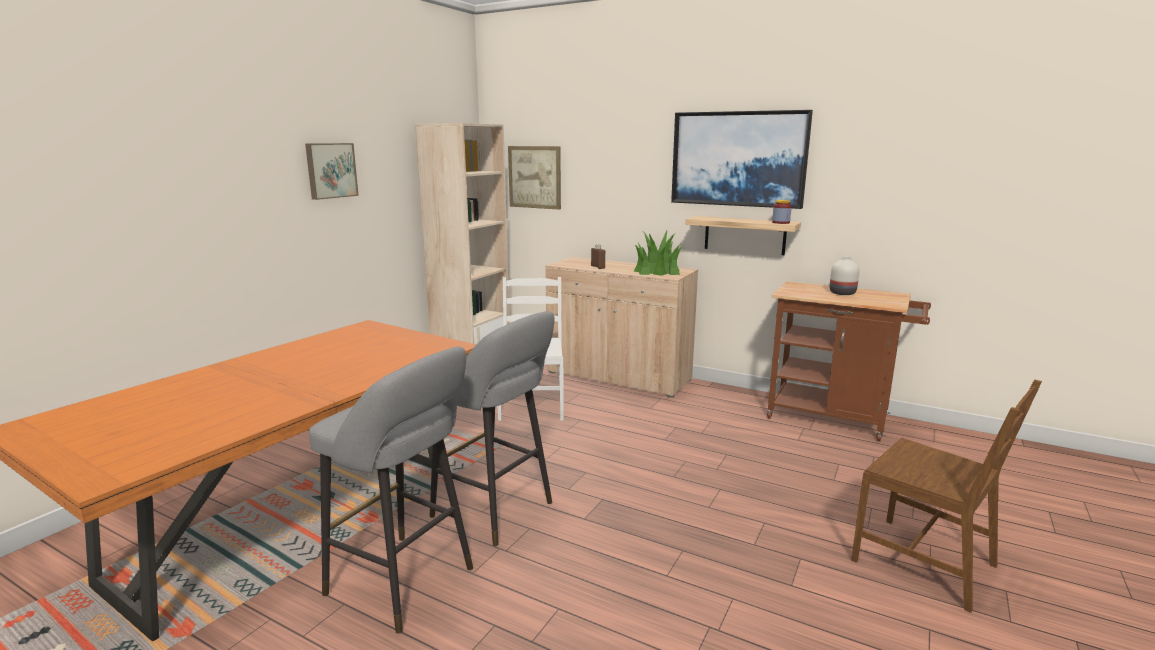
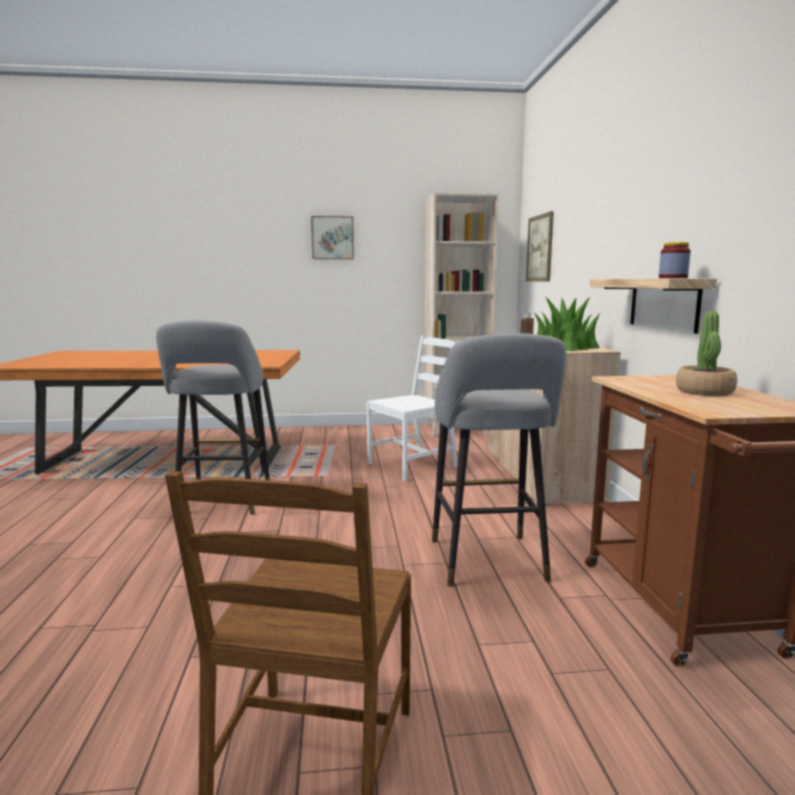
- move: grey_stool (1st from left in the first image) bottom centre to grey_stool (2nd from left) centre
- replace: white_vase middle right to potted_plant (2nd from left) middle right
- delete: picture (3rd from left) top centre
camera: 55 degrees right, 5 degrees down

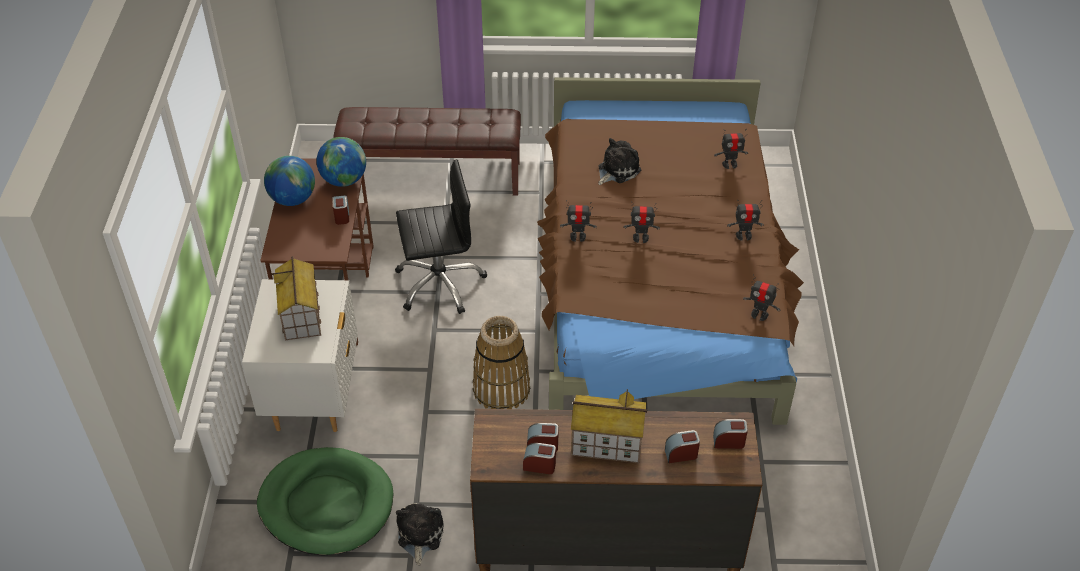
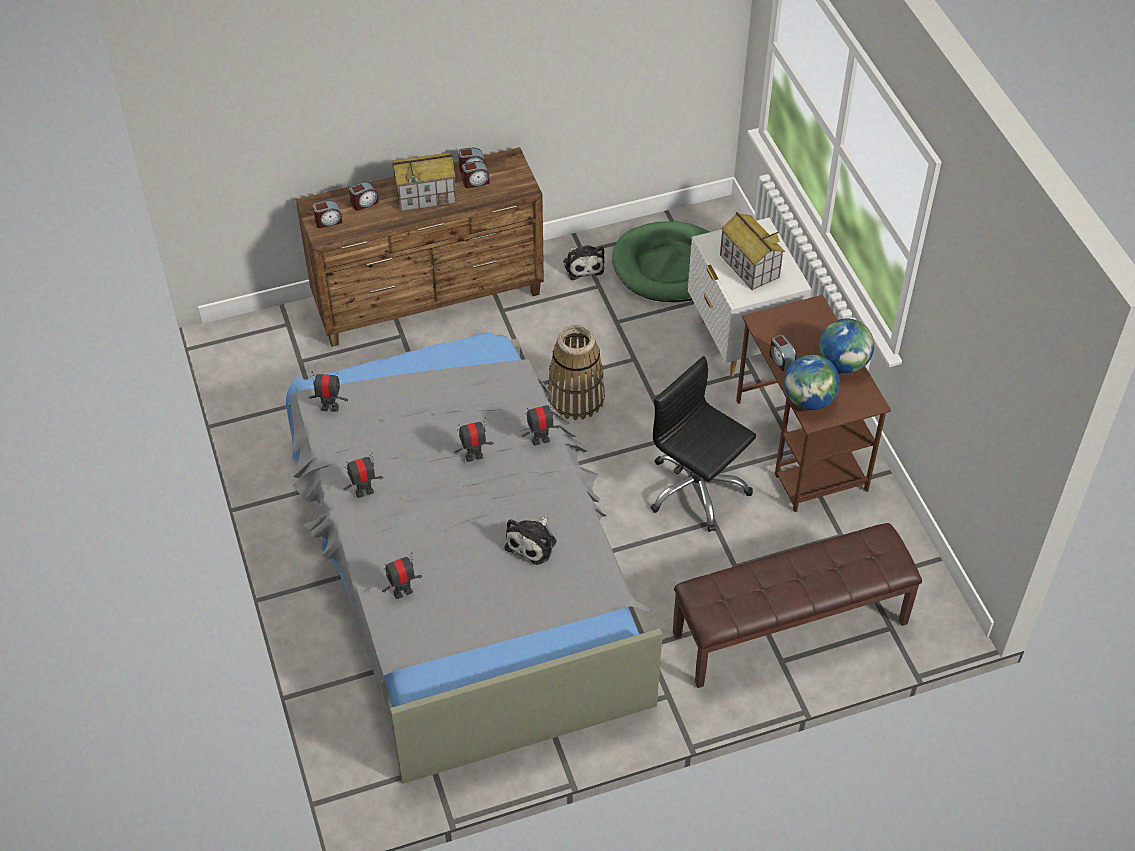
- recolor: brown_bed centre to grey_bed centre
- rotate: black_office_chair centre = centre 75 degrees clockwise
camera: 160 degrees right, 5 degrees up

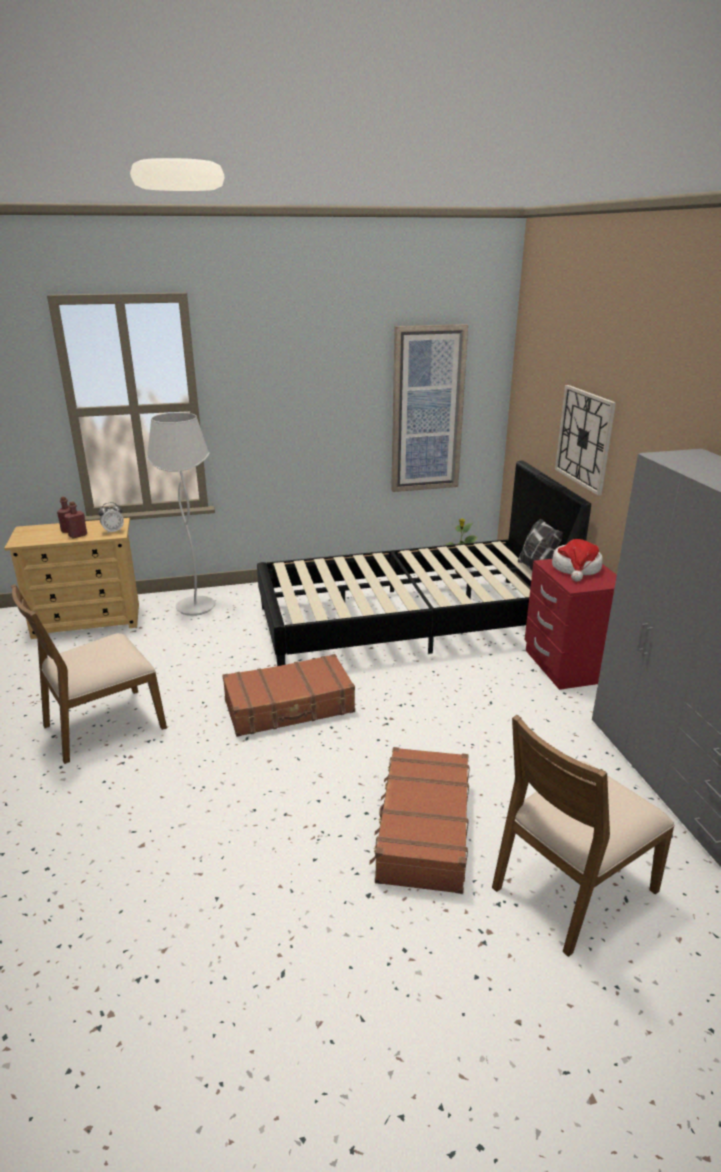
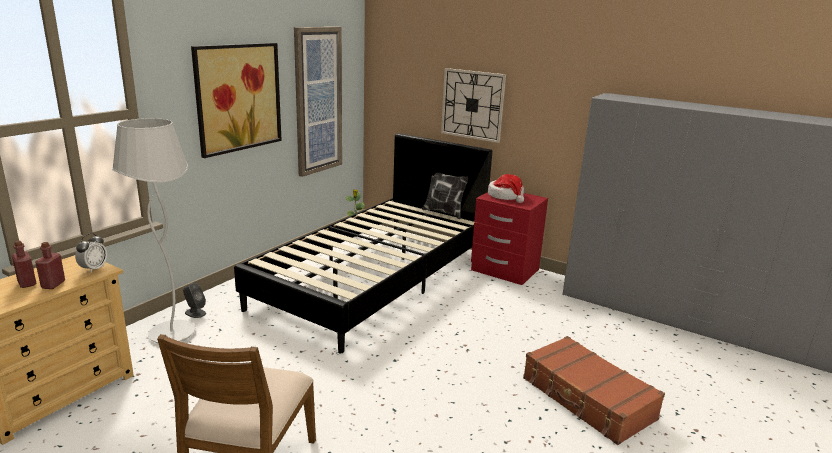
- insert: grey_speaker middle left
- insert: picture (1st from left) top left
- delete: brown_suitcase (1st from left) centre
- delete: brown_chair (2nd from left) bottom right
camera: 45 degrees left, 5 degrees down

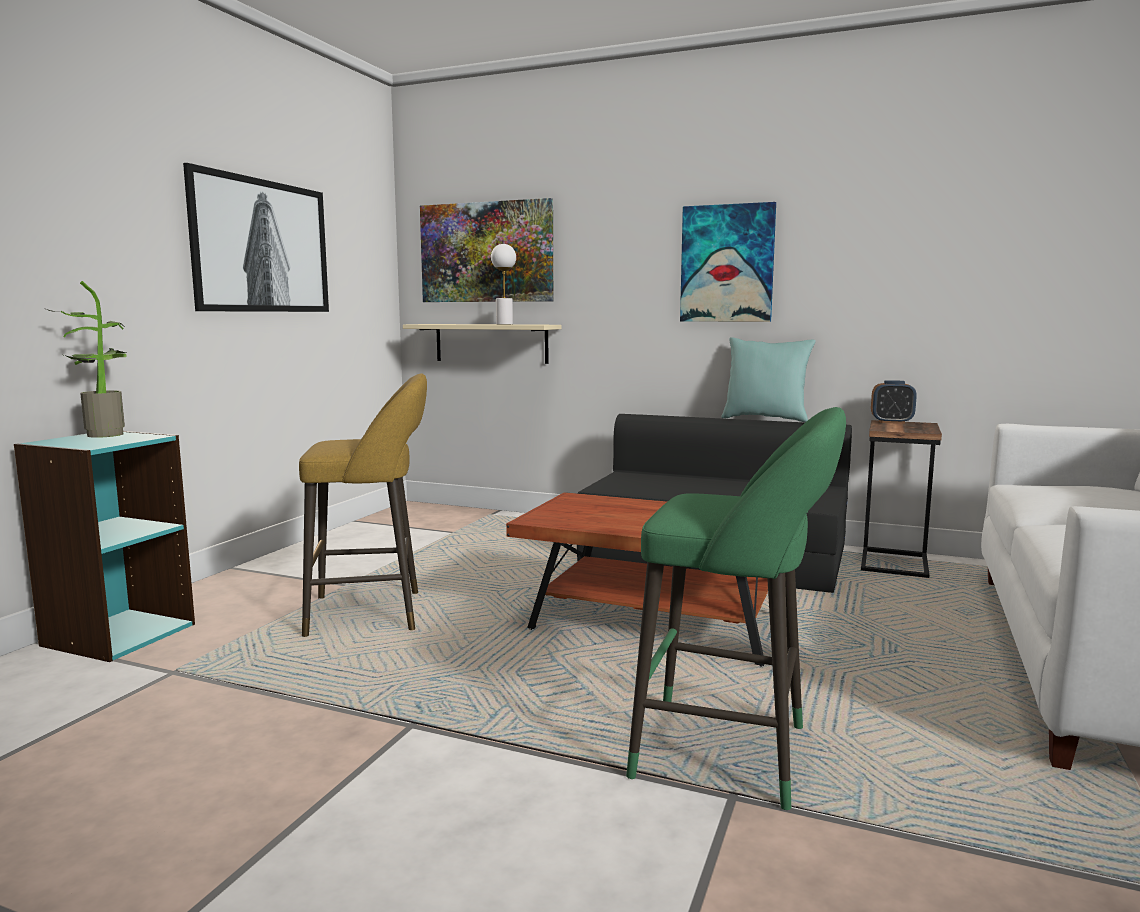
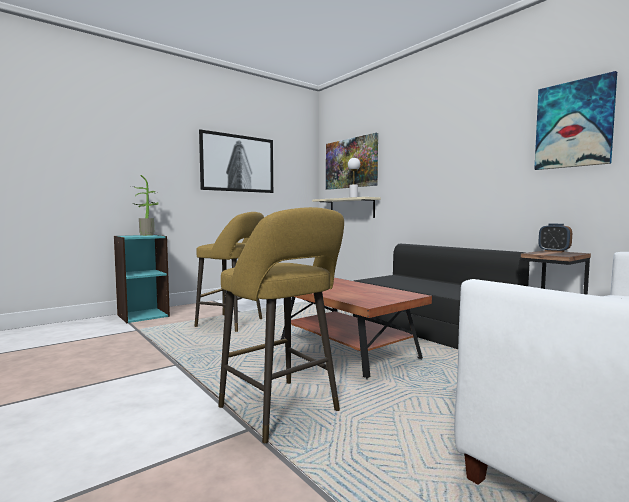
- recolor: green_stool bottom centre to yellow_stool (2nd from left) centre
- move: picture (3rd from left) top centre to top right
- delete: turquoise_pillow middle right
camera: 30 degrees right, 5 degrees down

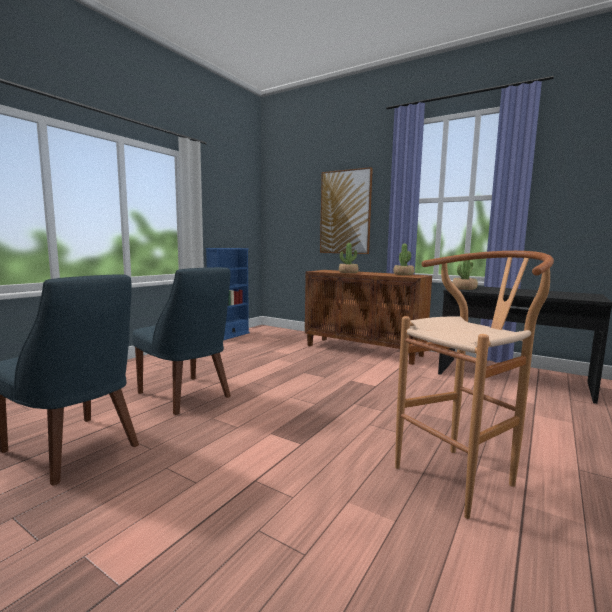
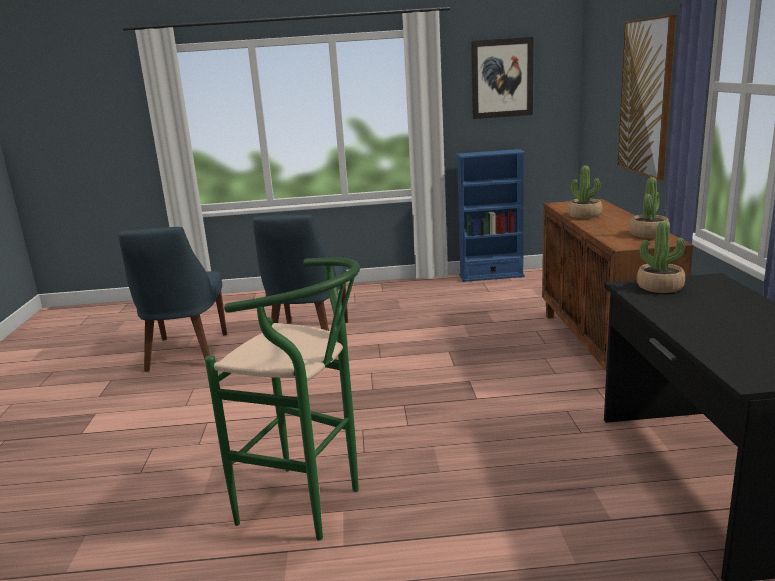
- recolor: brown_stool middle right to green_stool bottom centre
- insert: picture (1st from left) top centre
camera: 55 degrees right, 10 degrees up

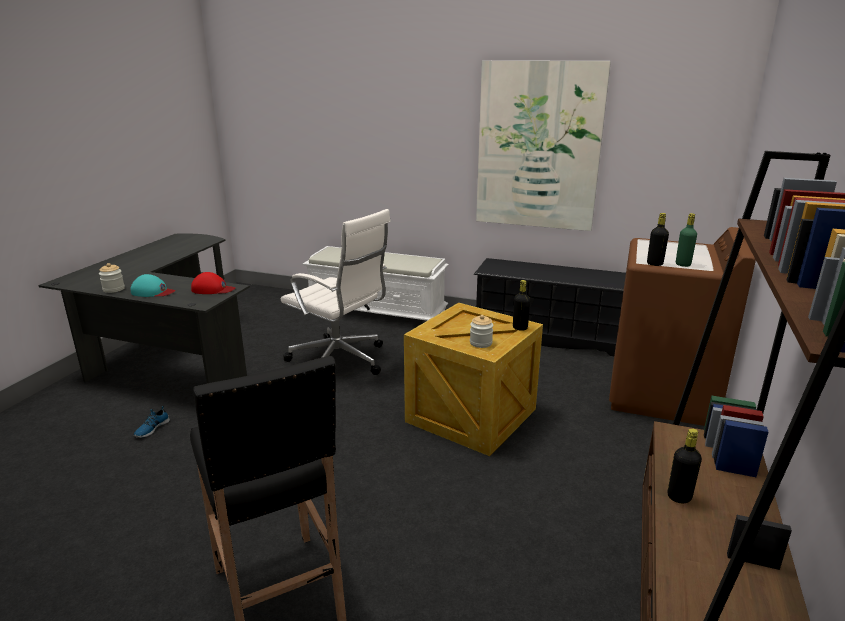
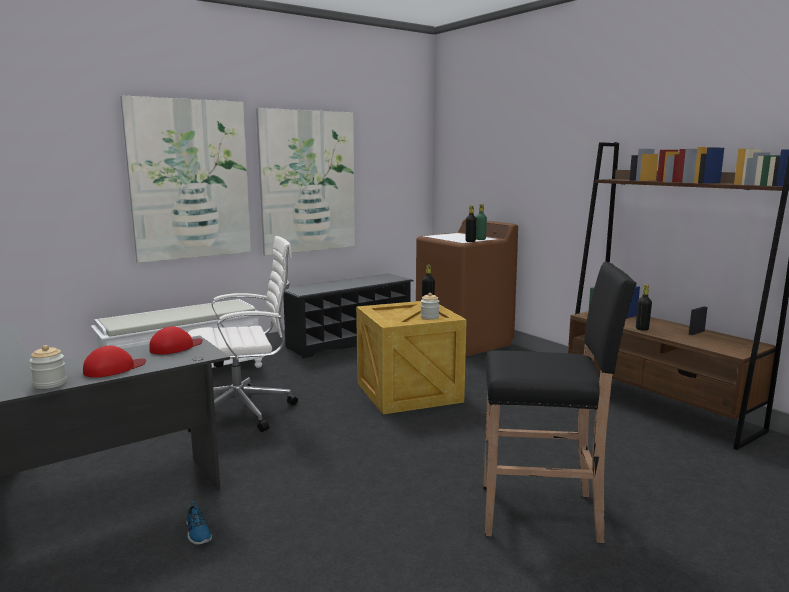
- recolor: turquoise_cap middle left to red_cap (1st from left) middle left
- insert: picture (1st from left) top left
camera: 55 degrees left, 10 degrees down

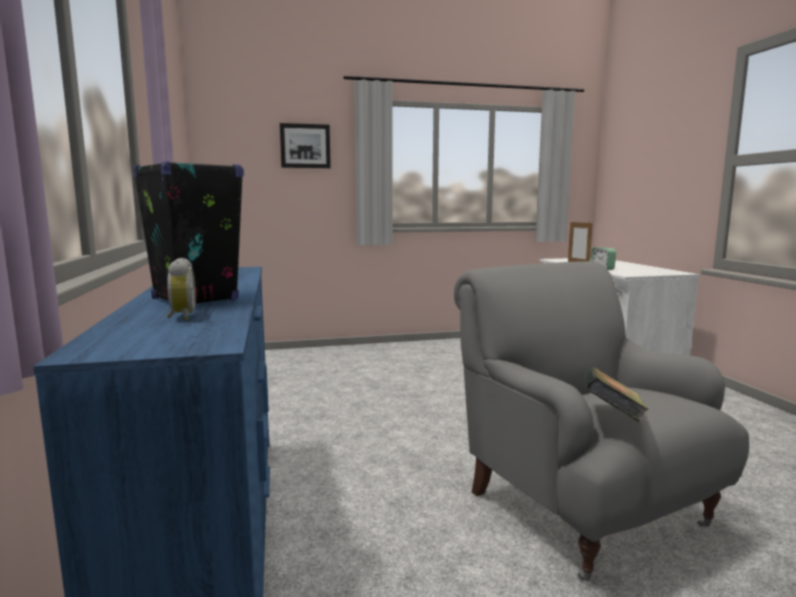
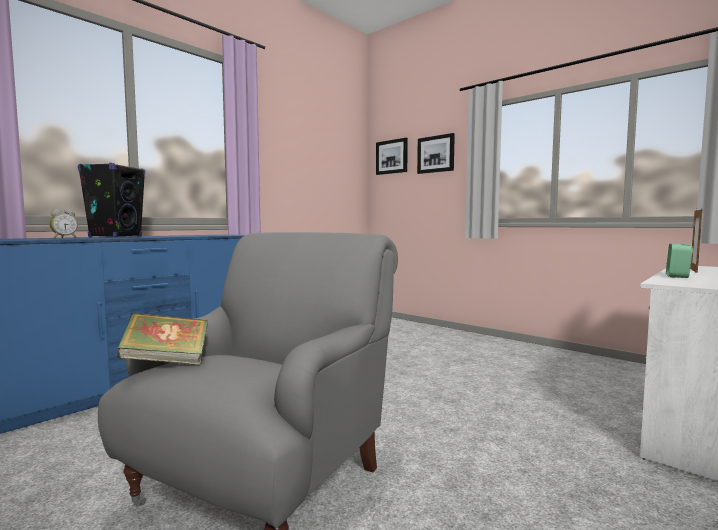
- insert: picture (1st from left) top centre
camera: 55 degrees right, 5 degrees down

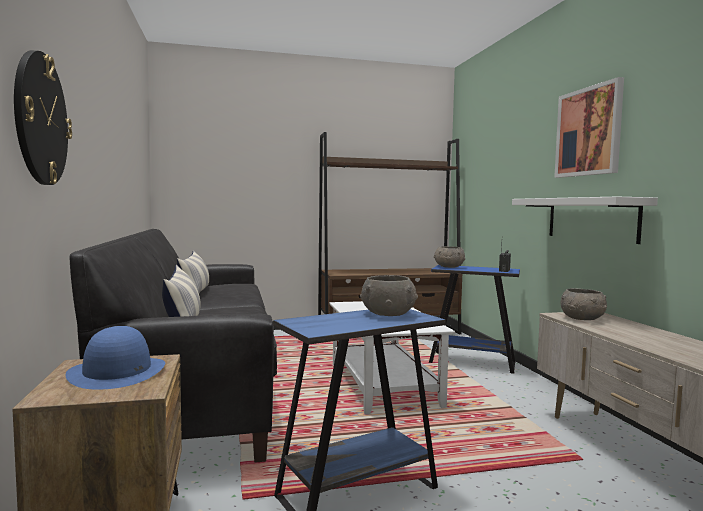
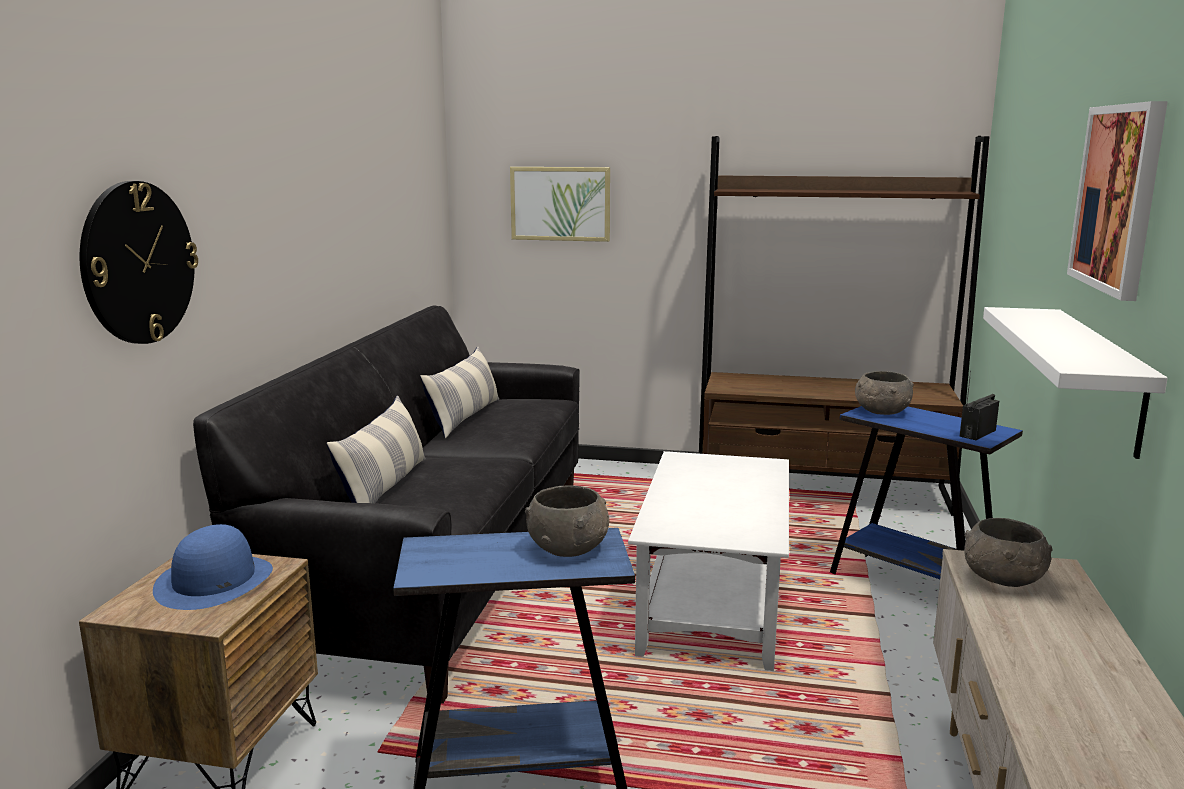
- insert: picture (1st from left) top centre
camera: 25 degrees right, 10 degrees up

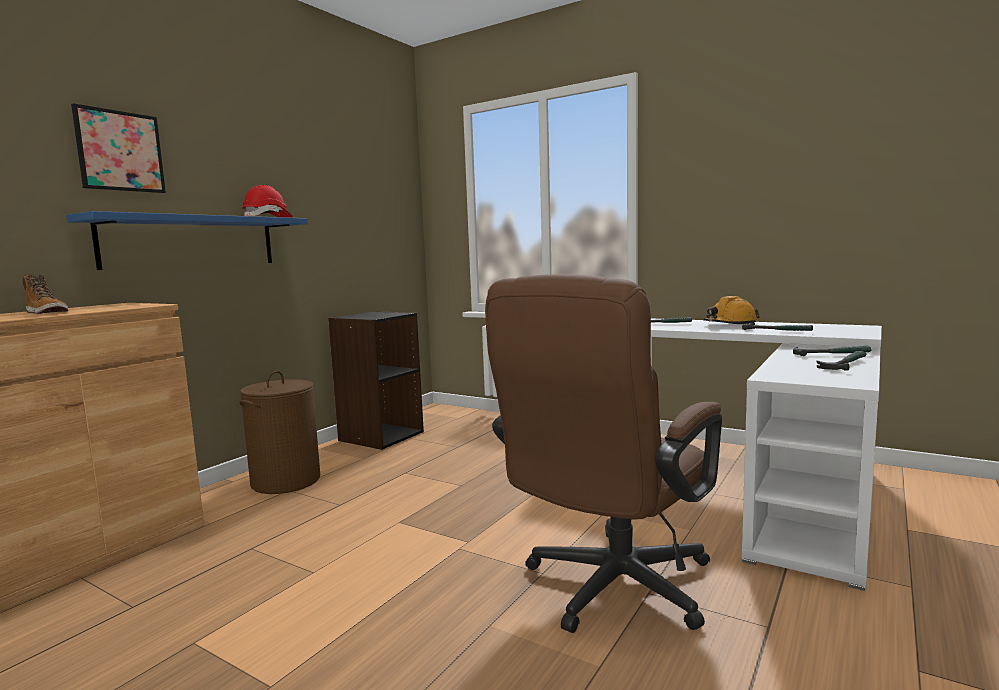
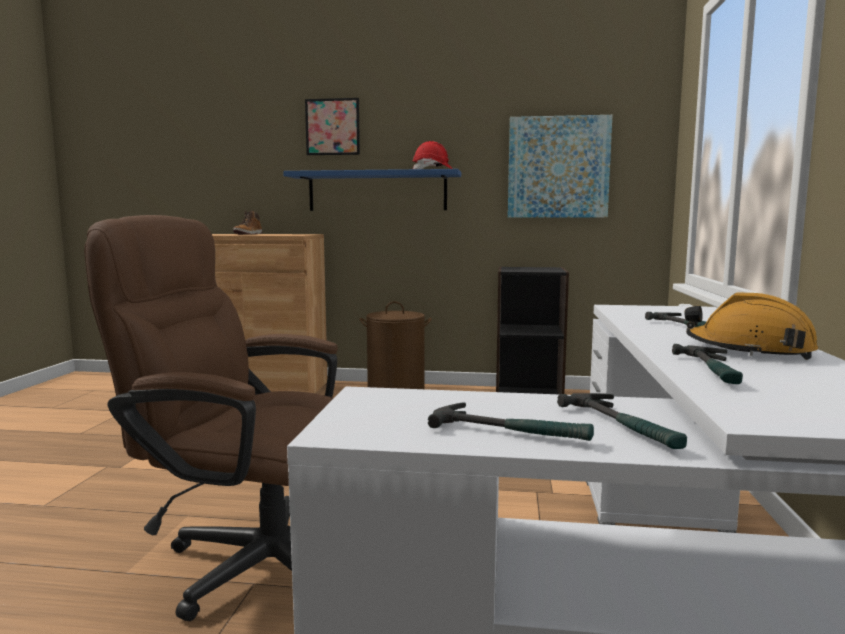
- insert: picture (2nd from left) top centre
camera: 65 degrees right, 0 degrees up

